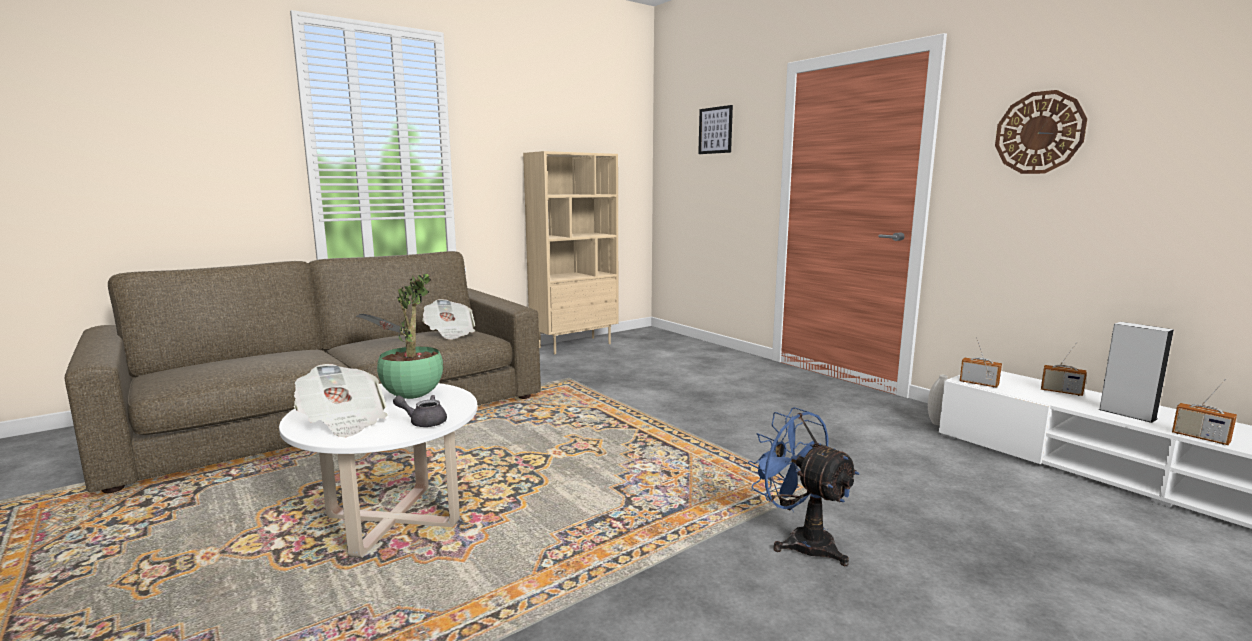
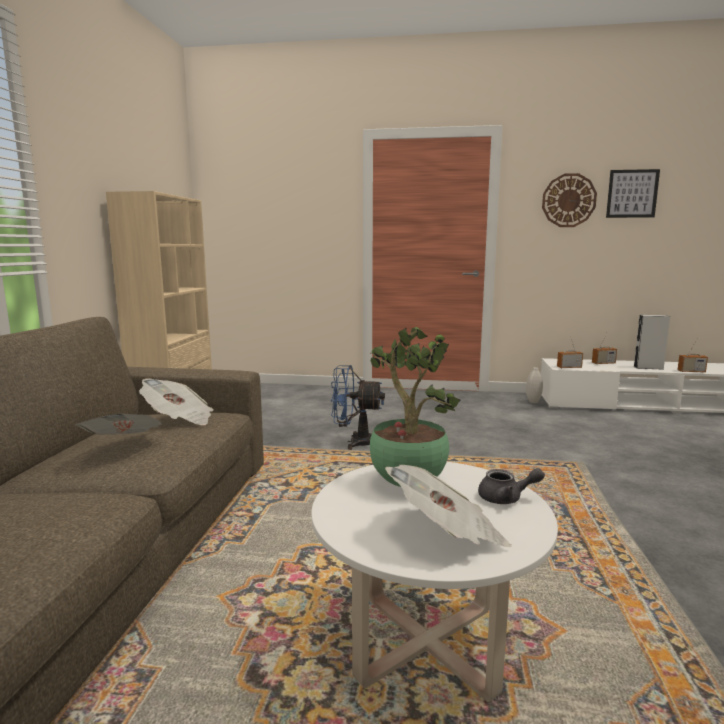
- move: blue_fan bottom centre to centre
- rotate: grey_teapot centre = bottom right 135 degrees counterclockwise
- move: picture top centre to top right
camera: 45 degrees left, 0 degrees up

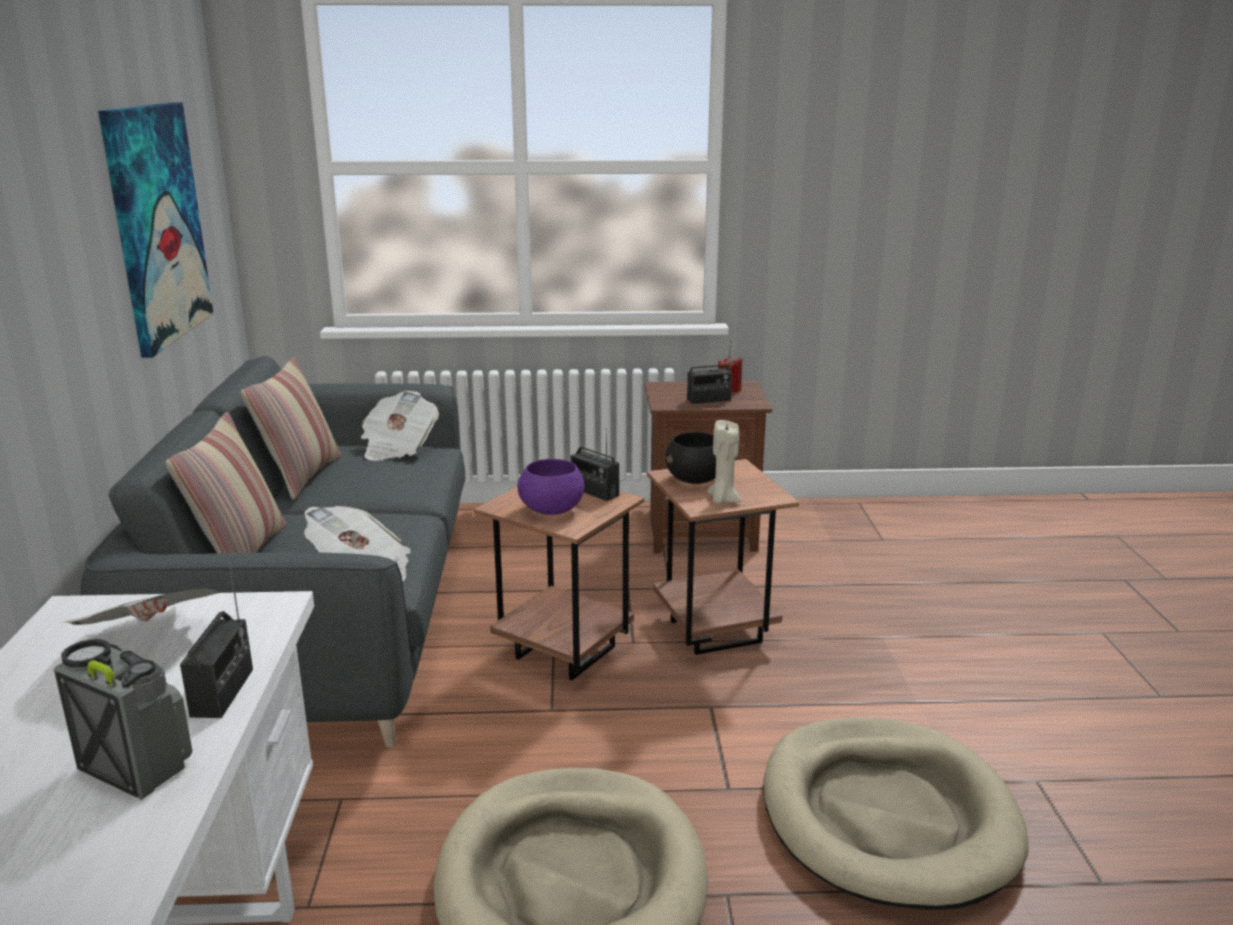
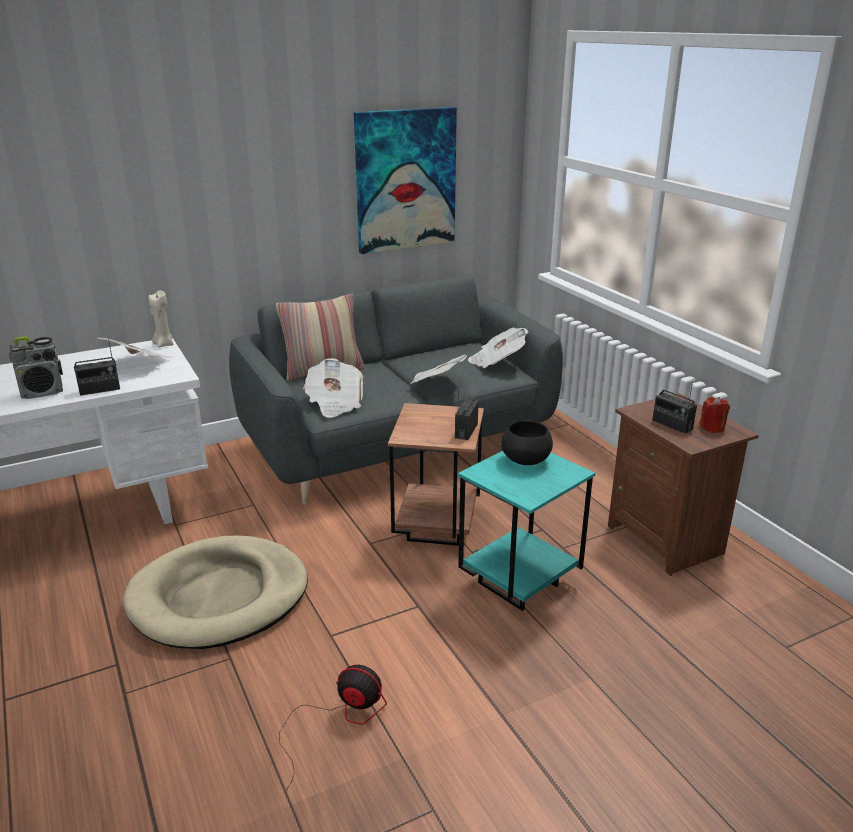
- rotate: radio (1st from left) bottom left = middle left 60 degrees clockwise
- move: beige_candle centre to middle left
- replace: beige_dog_bed (2nd from left) bottom right to fan bottom centre
- insert: newspaper (3rd from left) centre
- recolor: brown_side_table (2nd from left) centre to turquoise_side_table centre
- delete: pillow (2nd from left) middle left
- delete: purple_bowl centre
camera: 65 degrees right, 5 degrees up

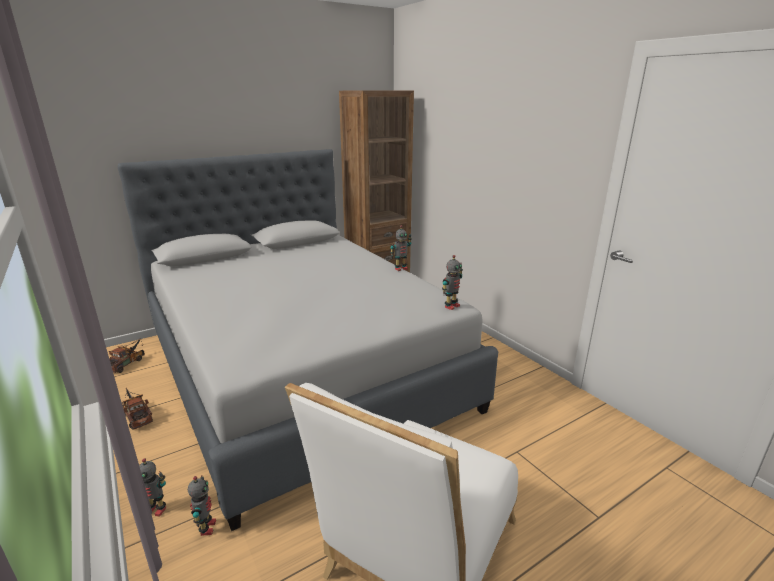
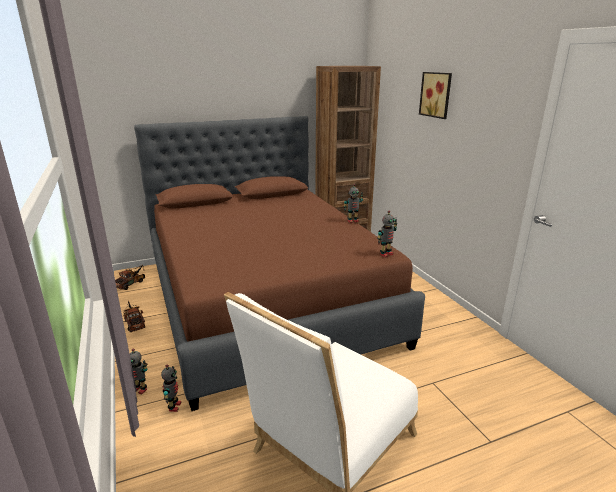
- recolor: grey_bed centre to brown_bed centre
- insert: picture top right
camera: 10 degrees right, 0 degrees up

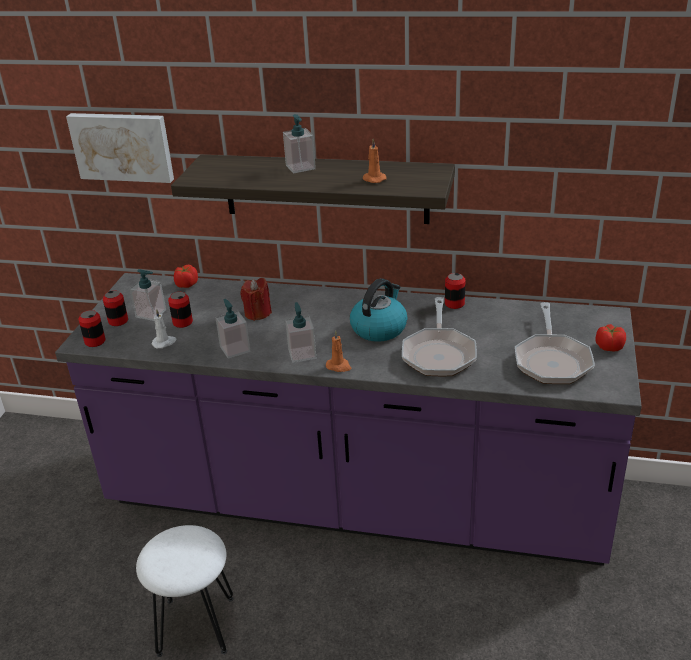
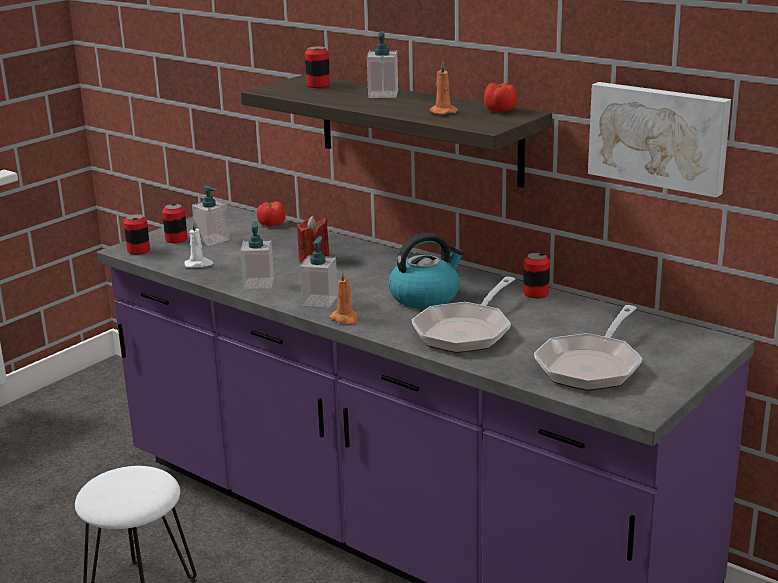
- move: can (3rd from left) middle left to top centre
- move: tomato (2nd from left) middle right to top centre
- move: picture top left to top right
camera: 25 degrees right, 10 degrees down

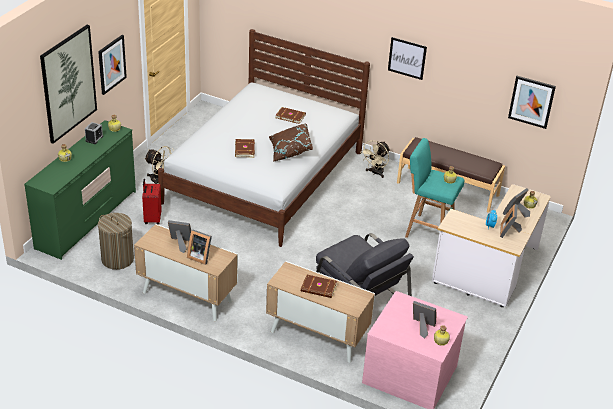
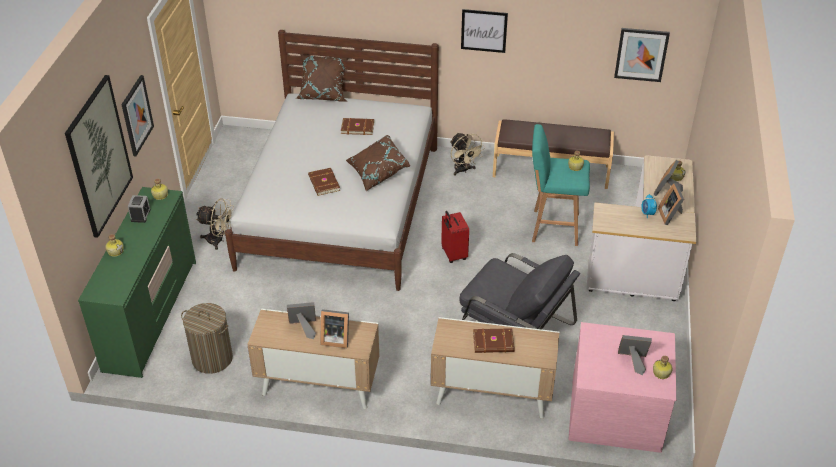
- insert: brown_pillow (1st from left) top centre
- move: red_suitcase middle left to centre
- rotate: beige_fan (2nd from left) centre = top centre 45 degrees counterclockwise
camera: 15 degrees left, 5 degrees up

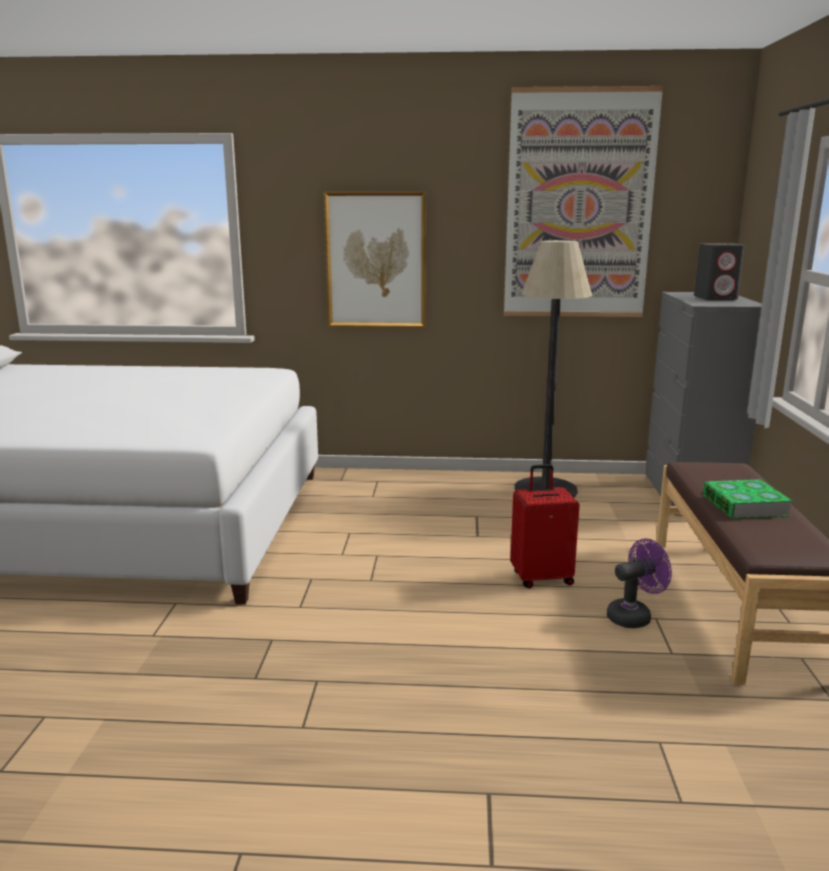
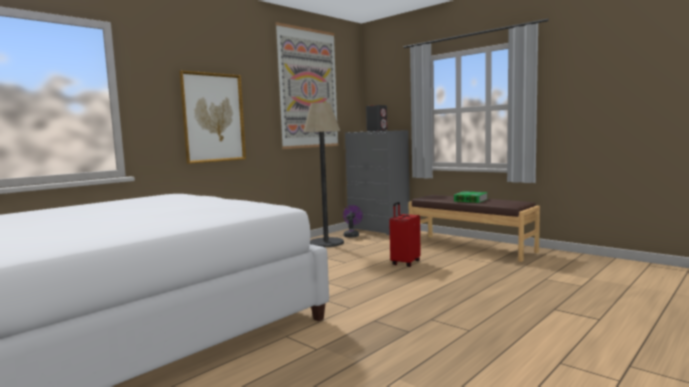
- move: purple_fan bottom right to centre
camera: 50 degrees left, 10 degrees down

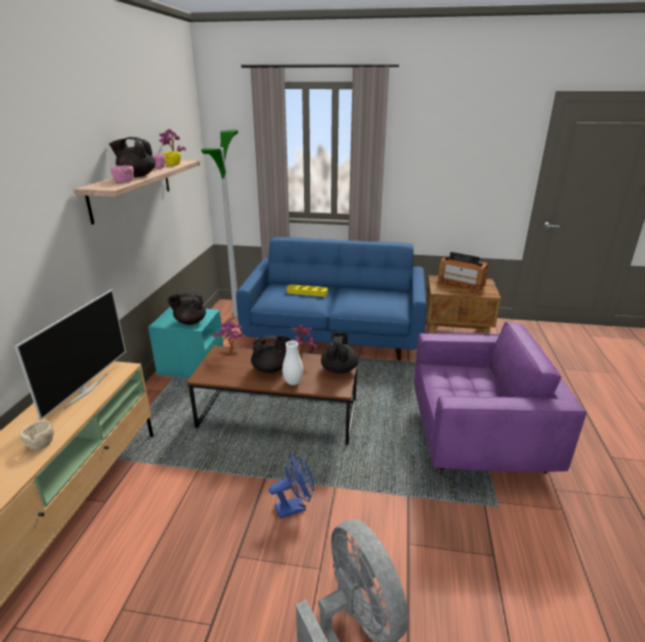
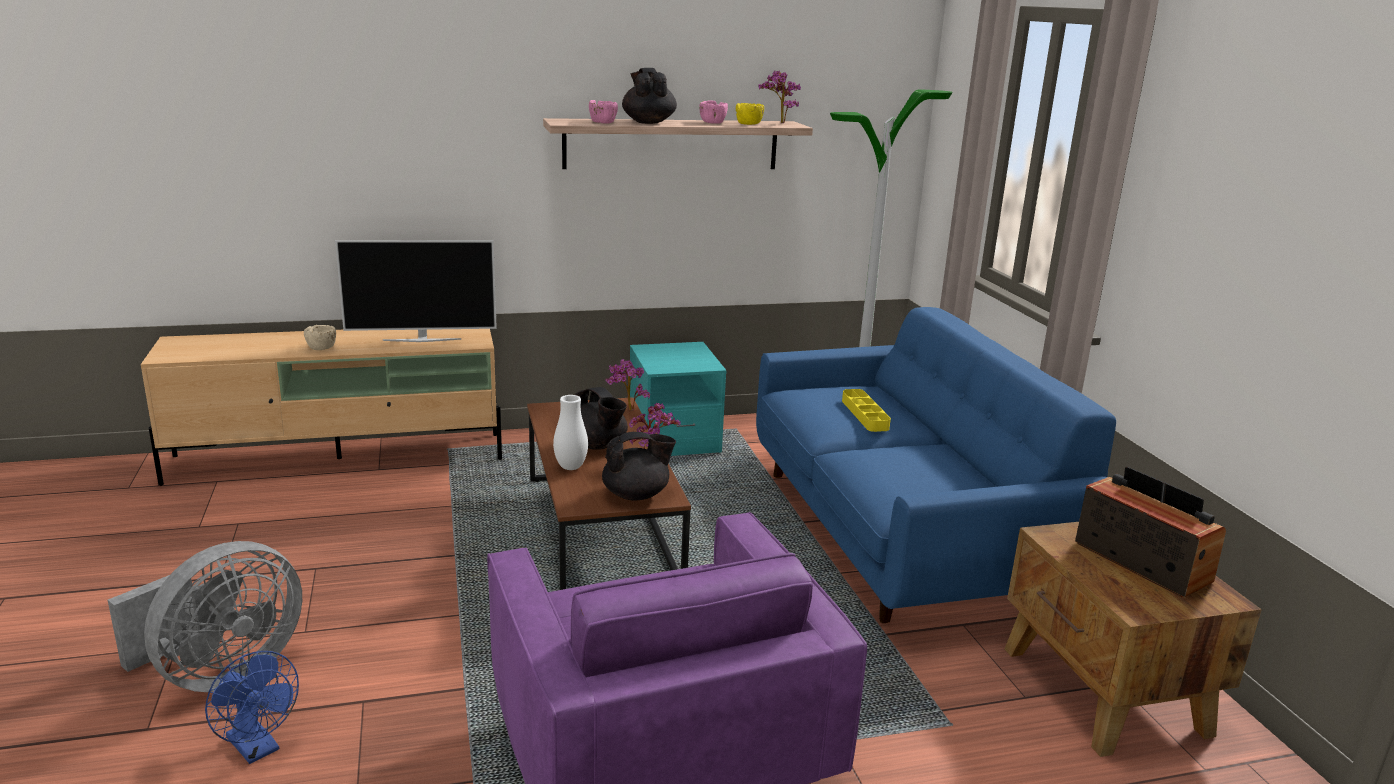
- move: blue_fan bottom centre to bottom left
- rotate: radio middle right = bottom right 135 degrees clockwise
- delete: black_teapot (2nd from left) middle left
camera: 65 degrees right, 5 degrees down

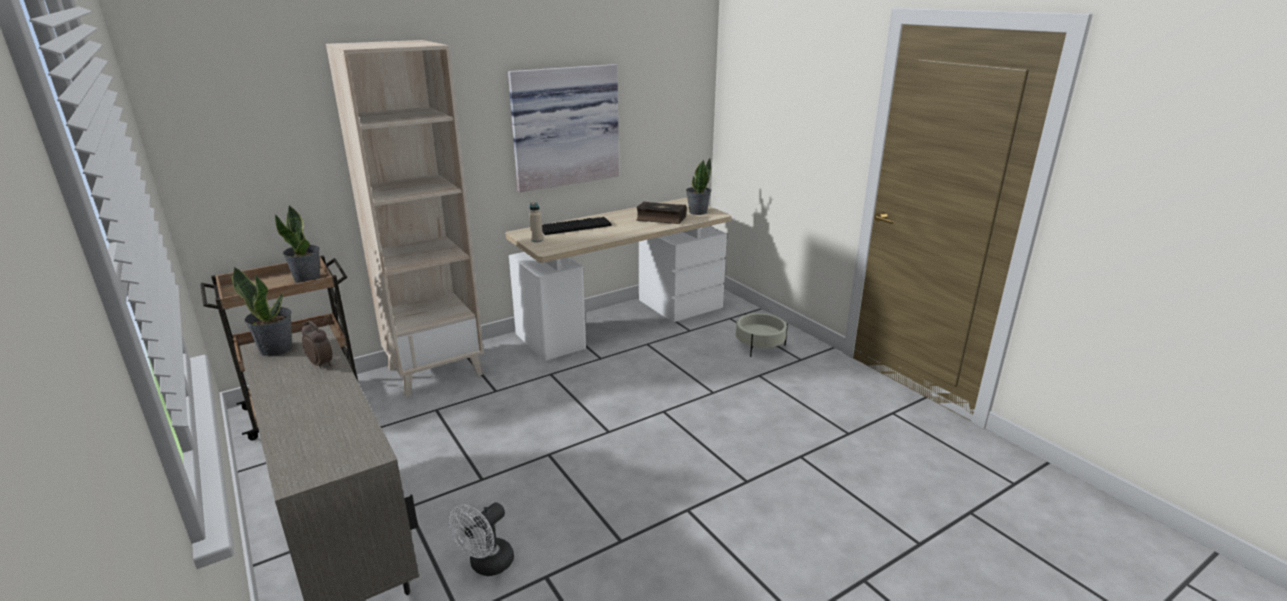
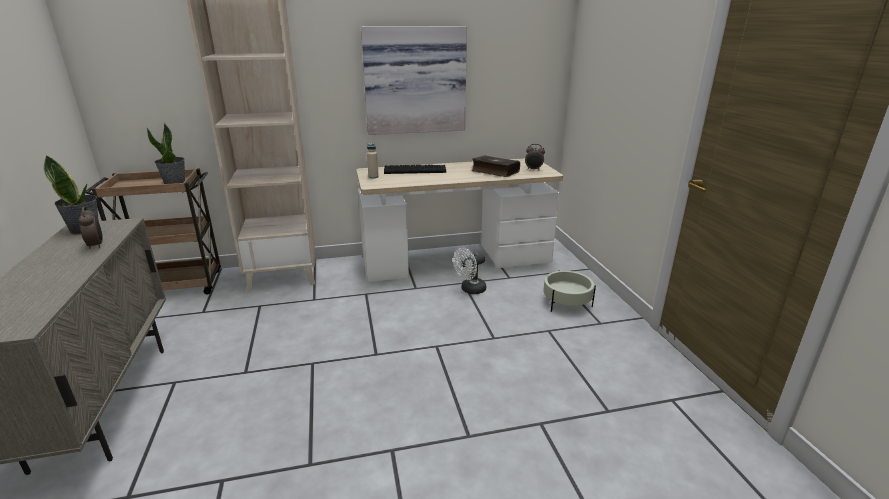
- move: white_fan bottom centre to centre
- replace: potted_plant (3rd from left) top centre to alarm_clock (2nd from left) top centre
camera: 20 degrees right, 0 degrees up

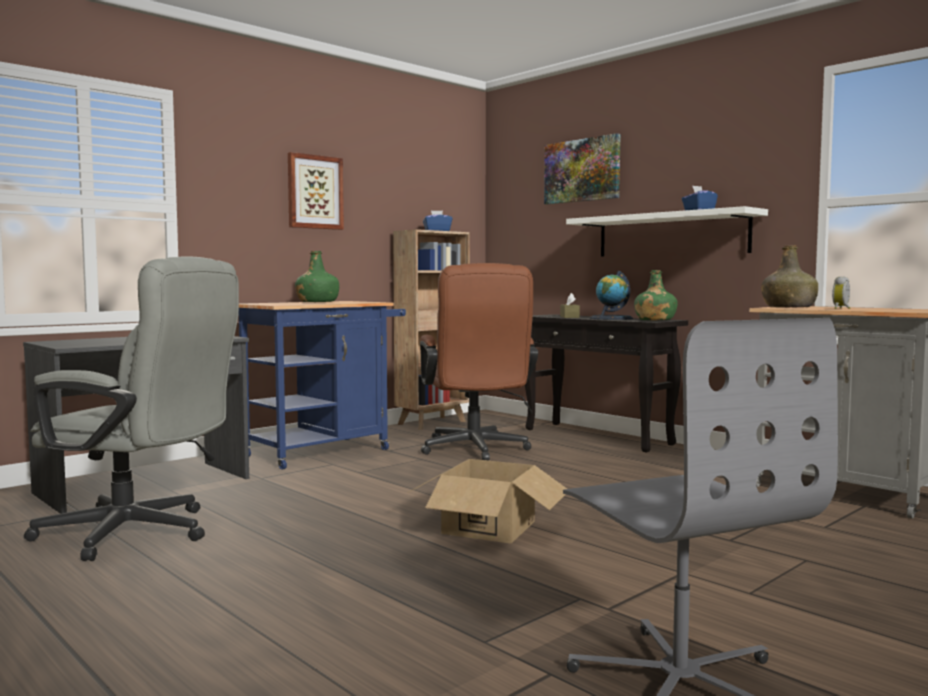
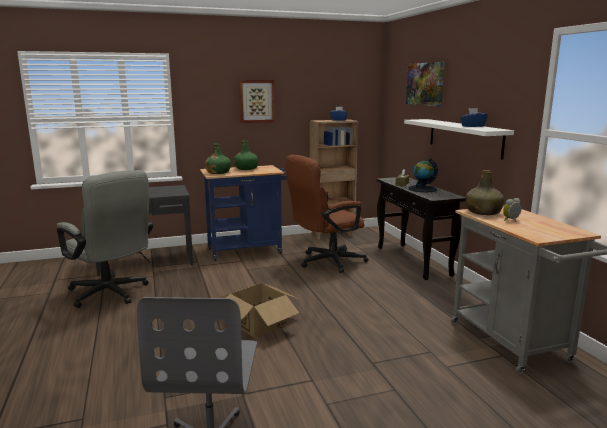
- move: green_bottle (2nd from left in the first image) middle right to green_bottle (1st from left) centre
- rotate: brown_office_chair centre = centre 45 degrees clockwise
camera: 25 degrees right, 10 degrees up

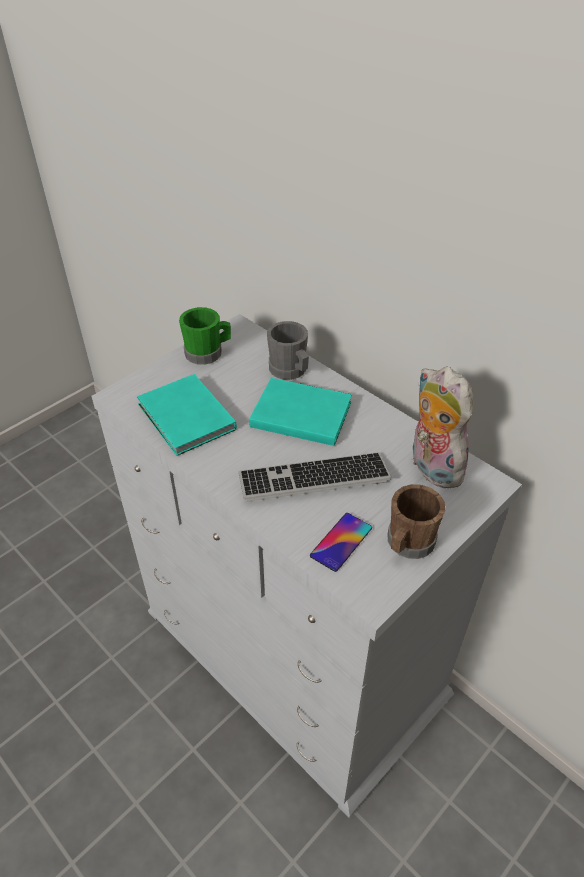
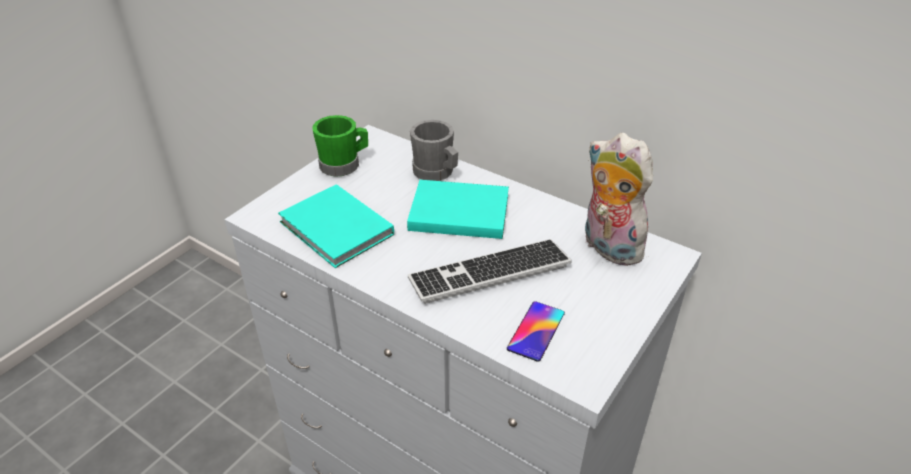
- delete: brown_mug middle right
camera: 10 degrees left, 5 degrees down

